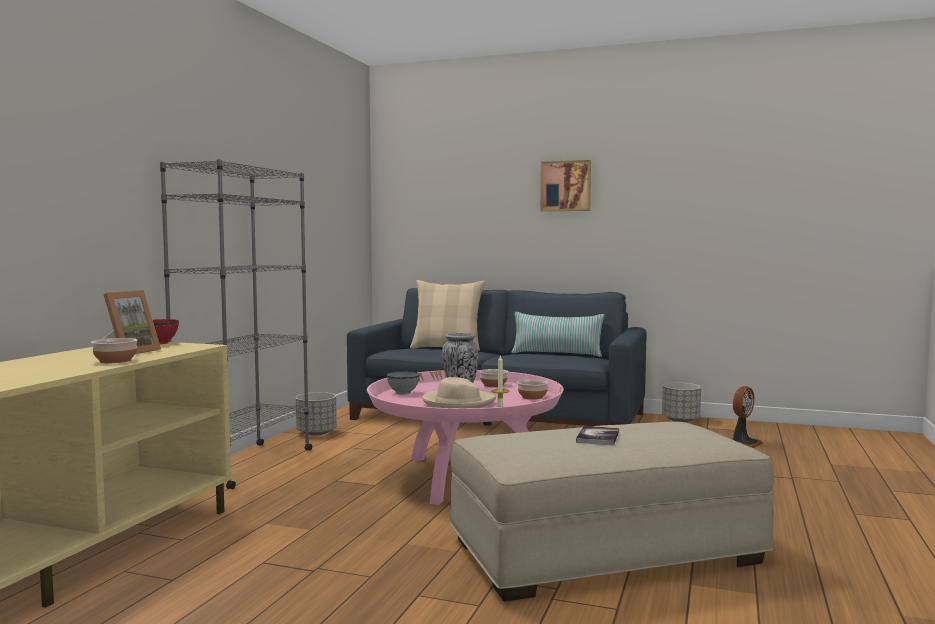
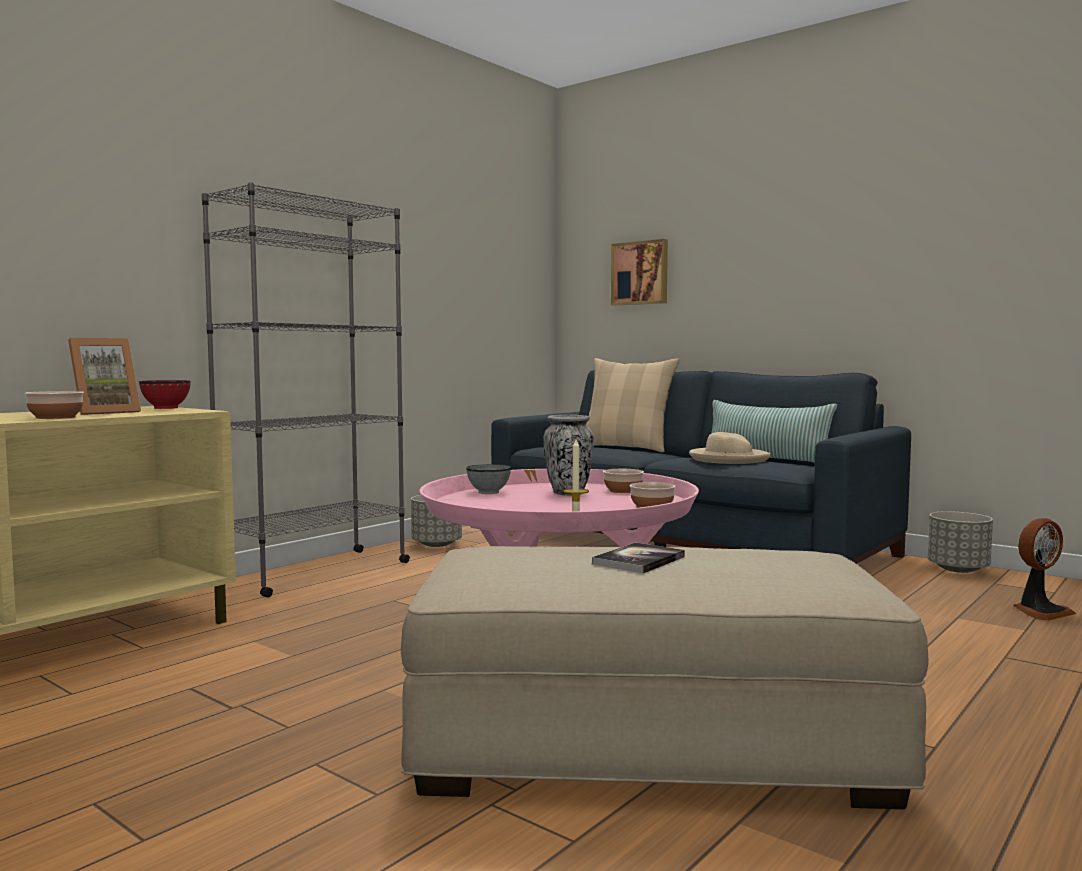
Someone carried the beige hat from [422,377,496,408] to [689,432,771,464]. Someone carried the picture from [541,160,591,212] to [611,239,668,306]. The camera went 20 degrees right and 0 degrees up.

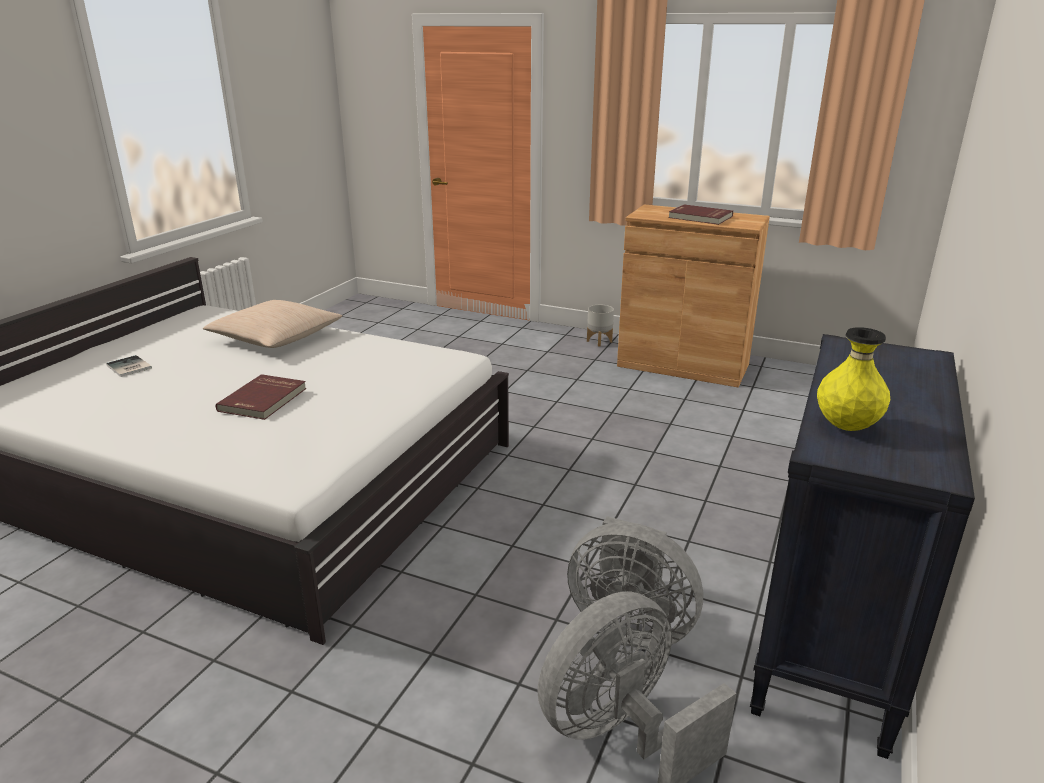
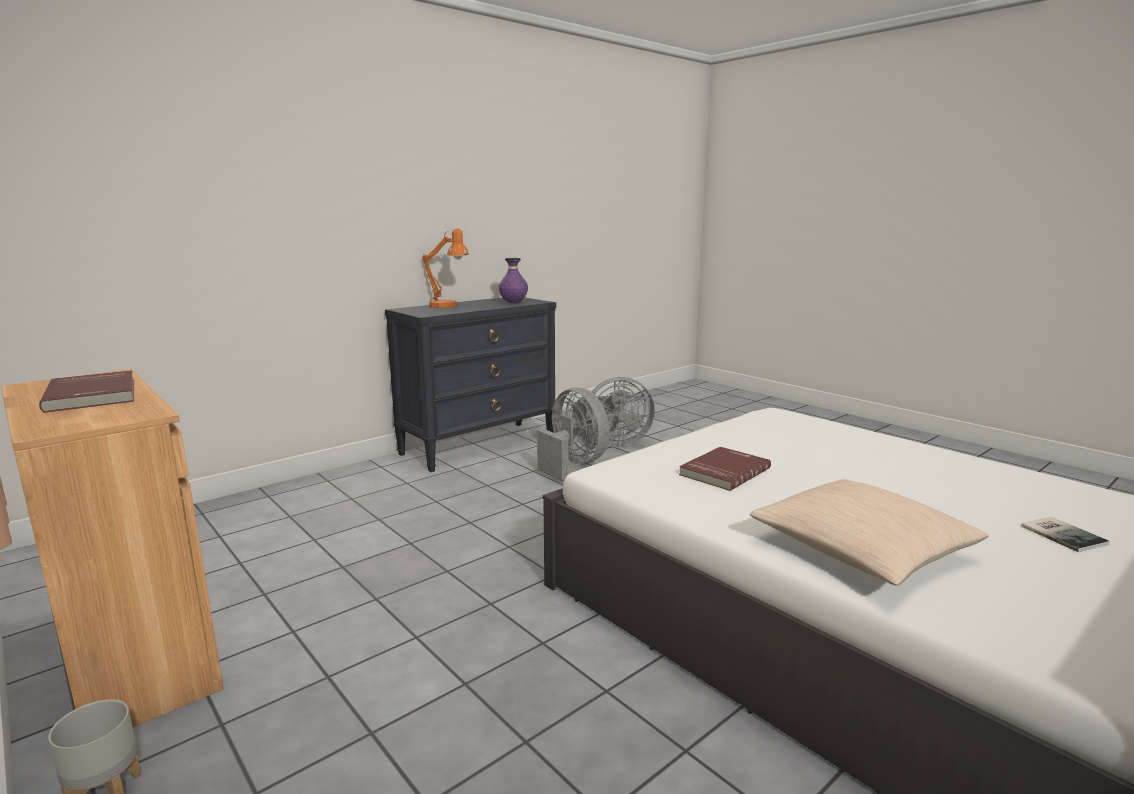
Someone put down the orange table lamp at [422,228,469,308]. Someone carried the red book from [216,374,306,420] to [679,447,771,491]. Someone repainted the yellow vase at [817,327,890,431], which became the purple vase at [499,258,528,304]. The camera went 155 degrees left and 10 degrees down.

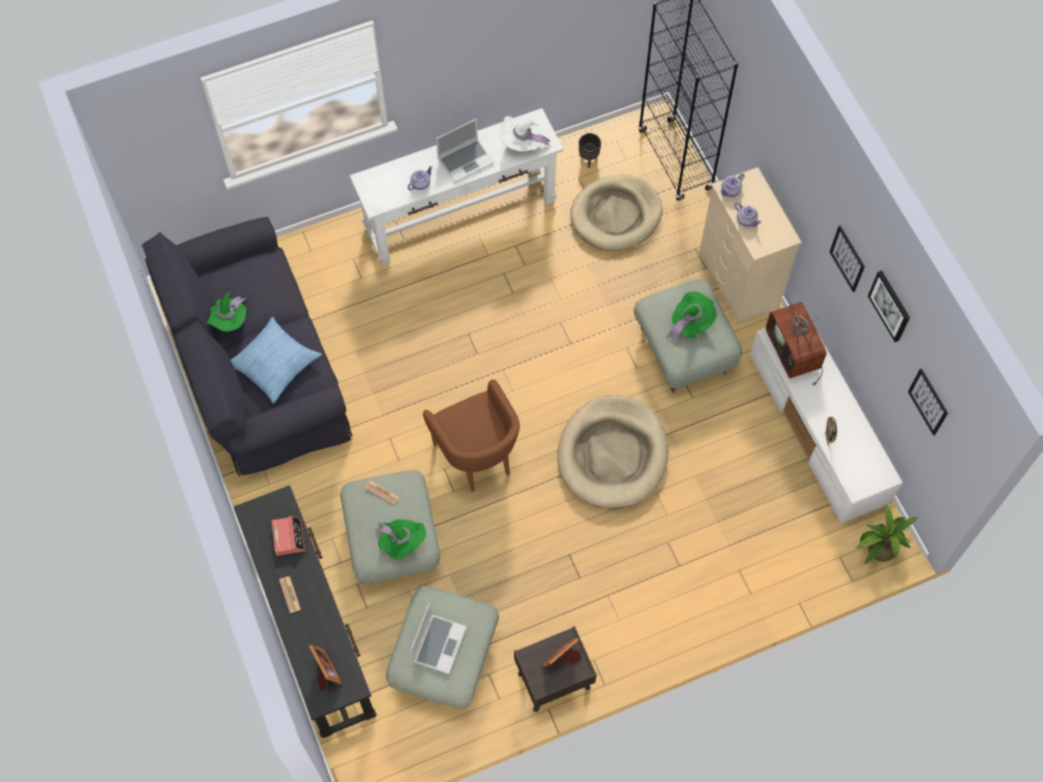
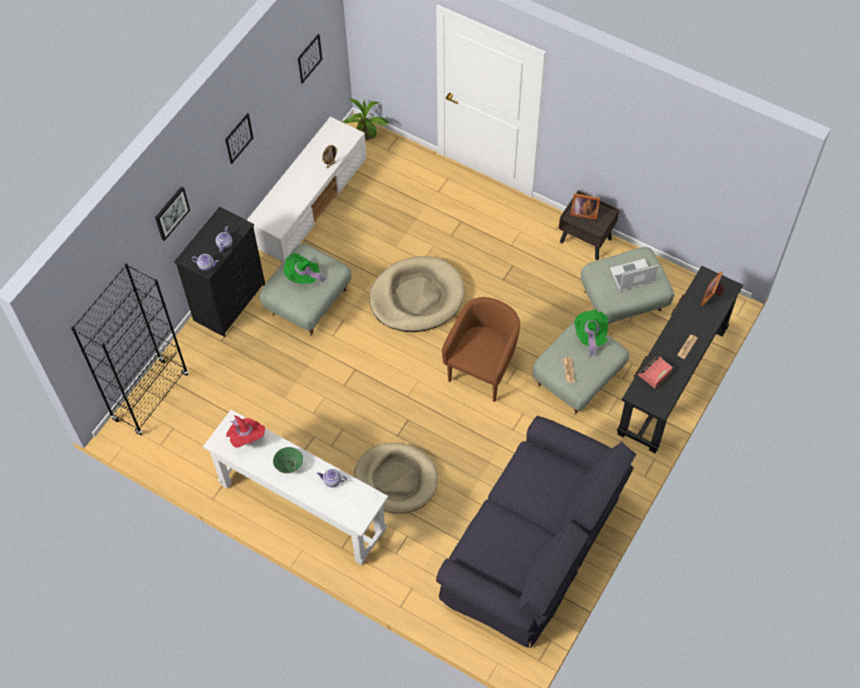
Someone took away the green hat at [207,292,247,332]. Someone took away the pillow at [230,316,322,404]. Someone took away the black planter at [579,133,601,168]. Someone took away the television at [766,296,827,386]. Someone carried the beige dog bed from [570,175,663,251] to [354,443,438,514]. Someone carried the picture from [868,270,910,342] to [155,186,190,241]. Someone swapped the laptop at [436,119,494,183] for the green bowl at [273,447,303,474]. Someone repainted the white hat at [501,116,551,152], which became the red hat at [226,415,265,448]. Someone repainted the beige dresser at [699,167,801,325], which became the black dresser at [174,207,265,337]. The camera went 125 degrees left and 5 degrees down.

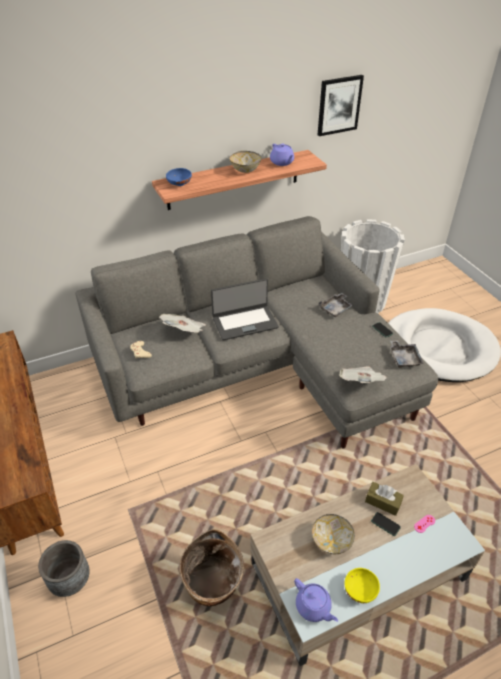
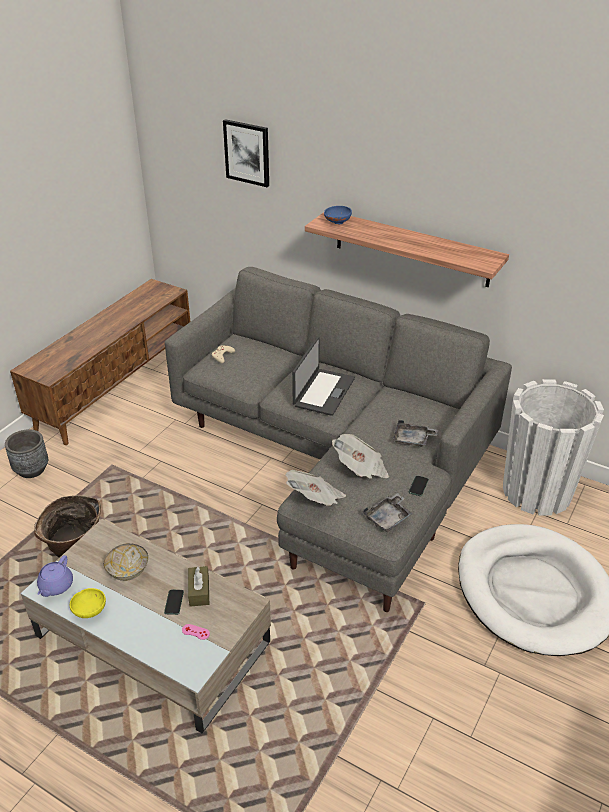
Someone took away the bowl at [229,151,262,173]. Someone took away the purple teapot at [270,143,294,166]. Someone carried the newspaper from [159,314,206,333] to [332,434,389,479]. Someone carried the picture from [318,75,364,136] to [223,119,269,187]. Someone rotated the laptop at [211,278,279,340] by 105 degrees counterclockwise. The camera went 55 degrees right and 5 degrees down.

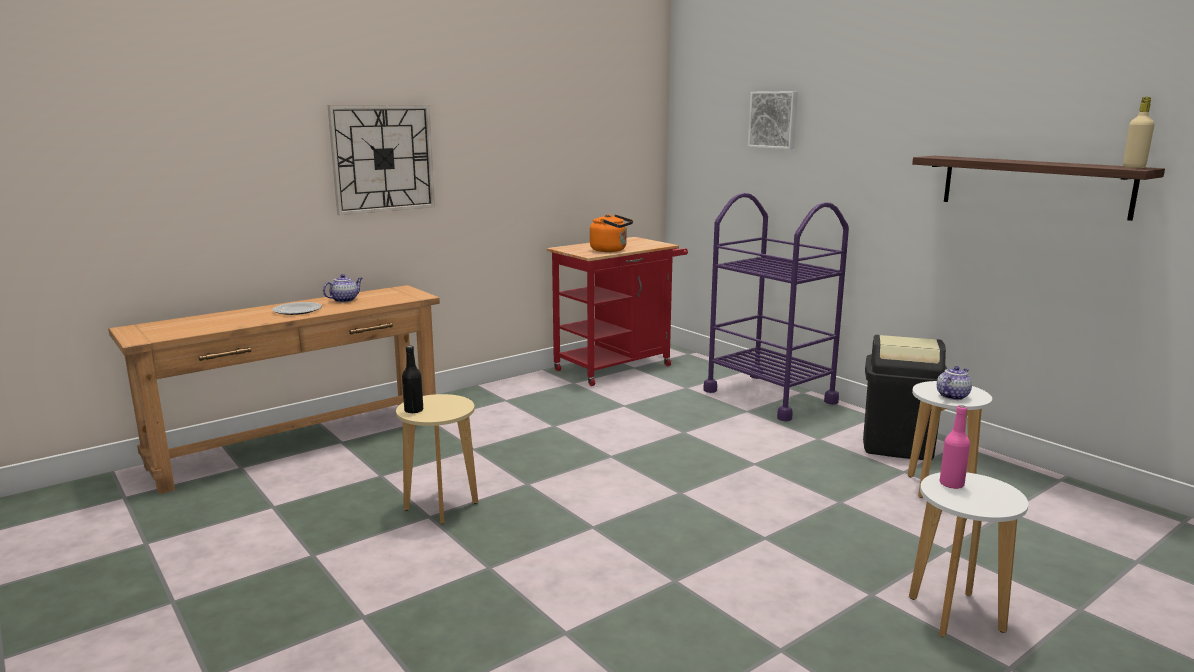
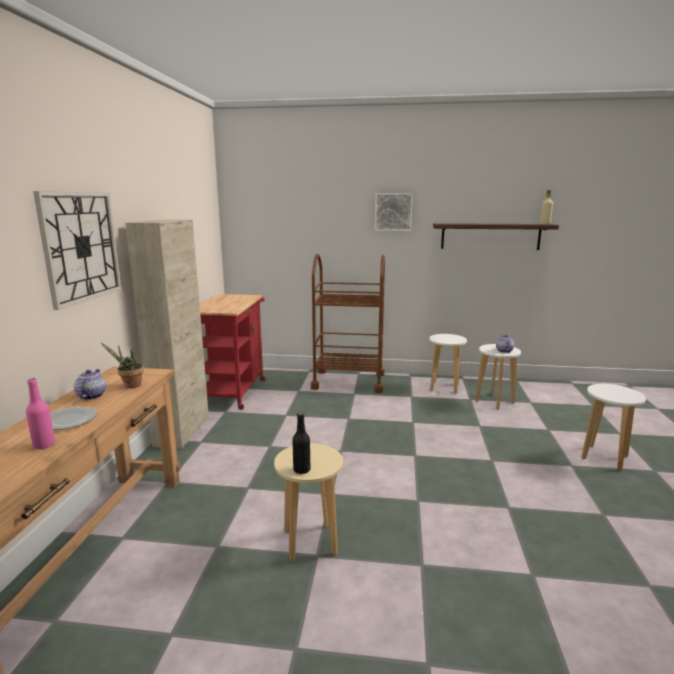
Someone took away the orange kettle at [590,214,633,252]. Someone put down the potted plant at [101,343,144,388]. Someone put down the beige cabinet at [125,220,209,449]. Someone carried the picture from [748,91,798,149] to [375,193,413,231]. Someone carried the pink bottle from [940,405,970,489] to [26,378,55,449]. Someone swapped the black trash can at [863,335,947,460] for the white stool at [429,334,467,393]. Someone repainted the purple cart at [703,193,849,422], which became the brown cart at [311,254,385,393]. The camera went 45 degrees left and 0 degrees up.

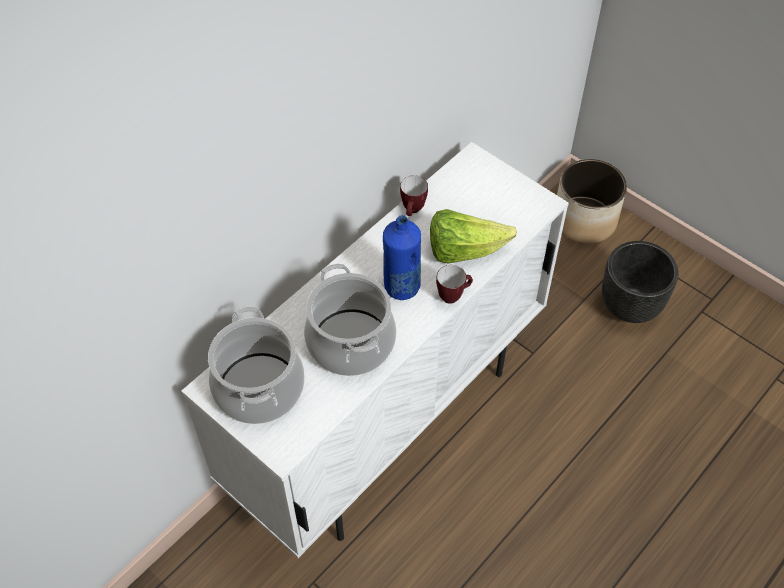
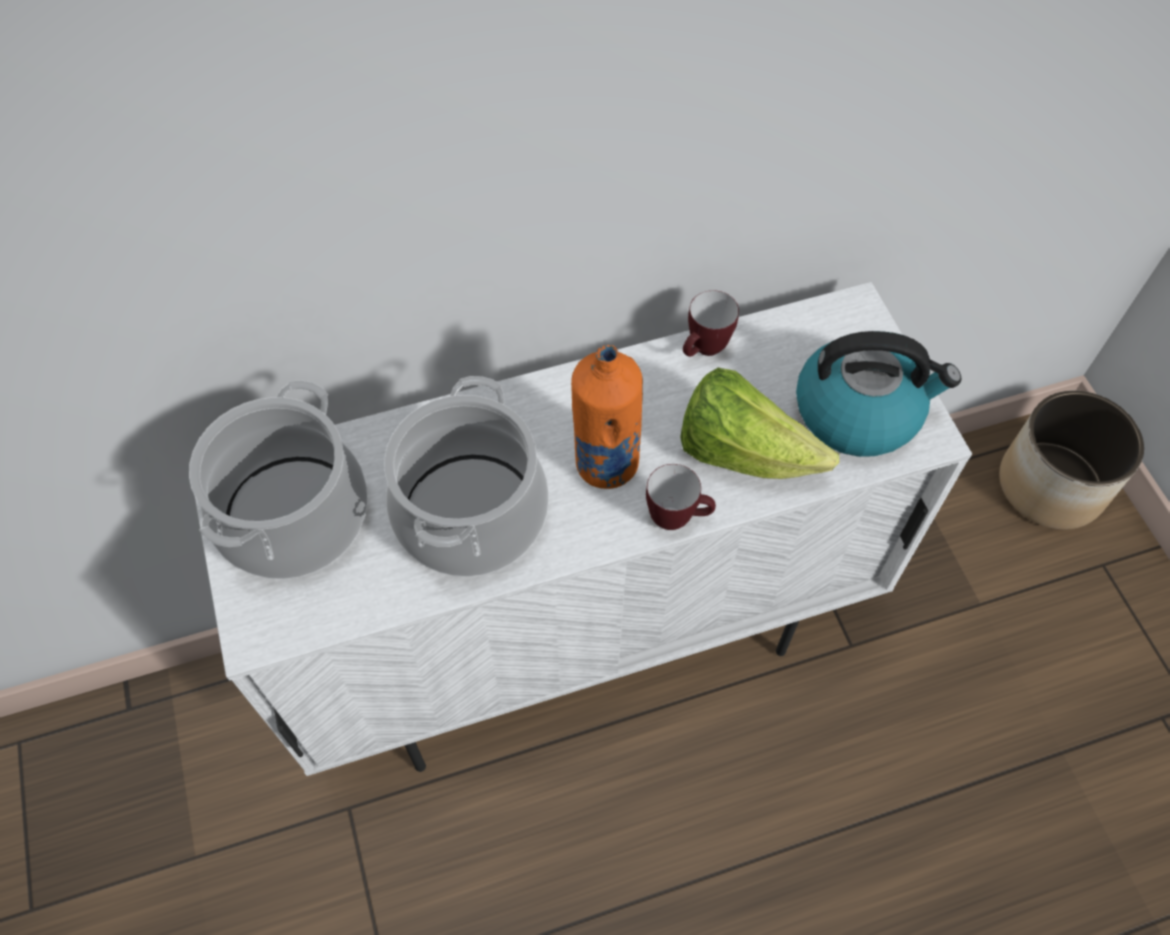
Someone took away the black planter at [602,241,679,323]. Someone put down the kettle at [796,331,961,457]. Someone repainted the blue bottle at [383,215,421,300], which became the orange bottle at [571,345,643,489]. The camera went 30 degrees right and 5 degrees up.

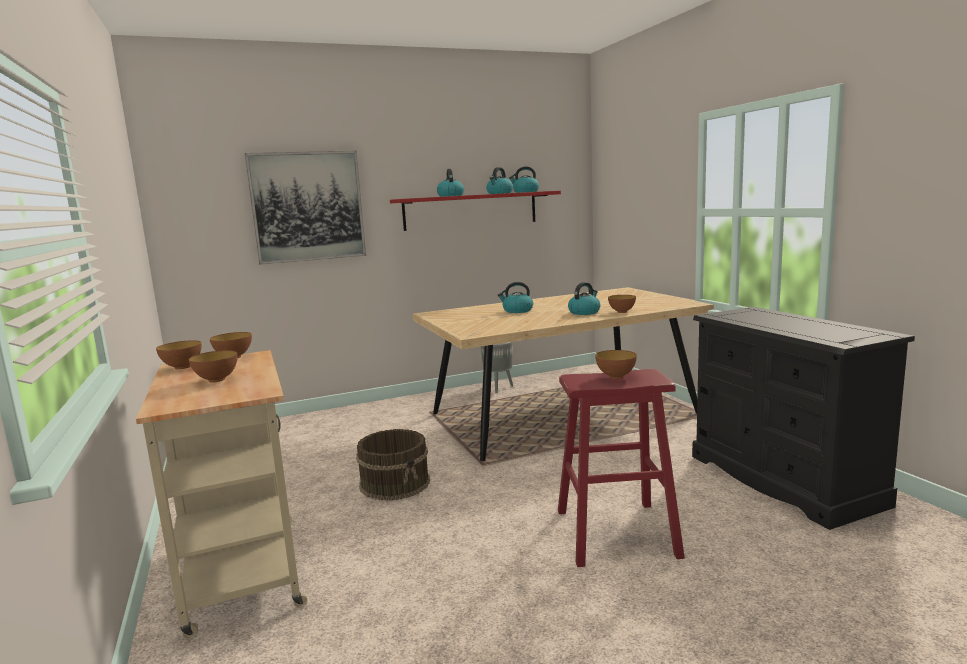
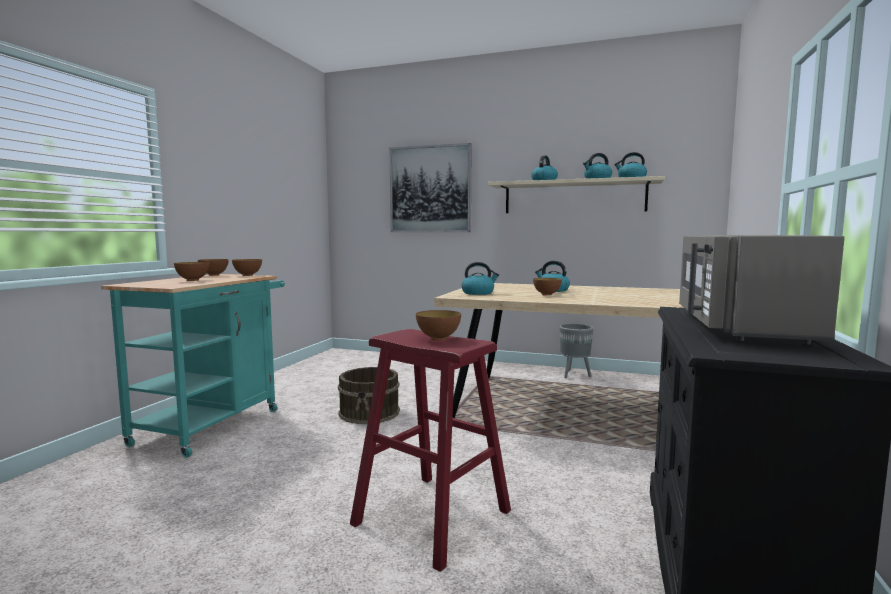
Someone put down the grey microwave at [679,235,845,345]. Someone carried the kettle from [568,282,600,315] to [461,262,499,295]. Someone carried the bowl from [608,295,636,313] to [533,278,562,296]. Someone repainted the beige cart at [136,350,307,639], which became the turquoise cart at [101,274,285,458]. Someone repainted the red shelf at [390,191,561,231], which became the beige shelf at [488,176,665,213]. The camera went 40 degrees right and 5 degrees down.

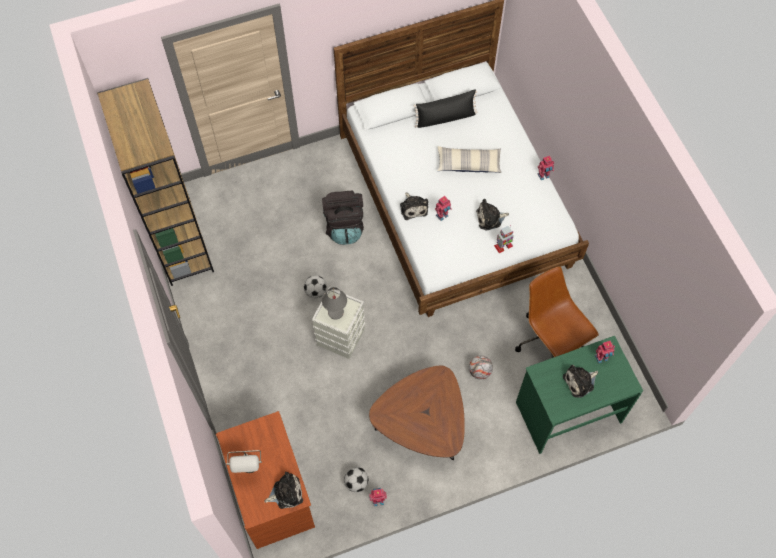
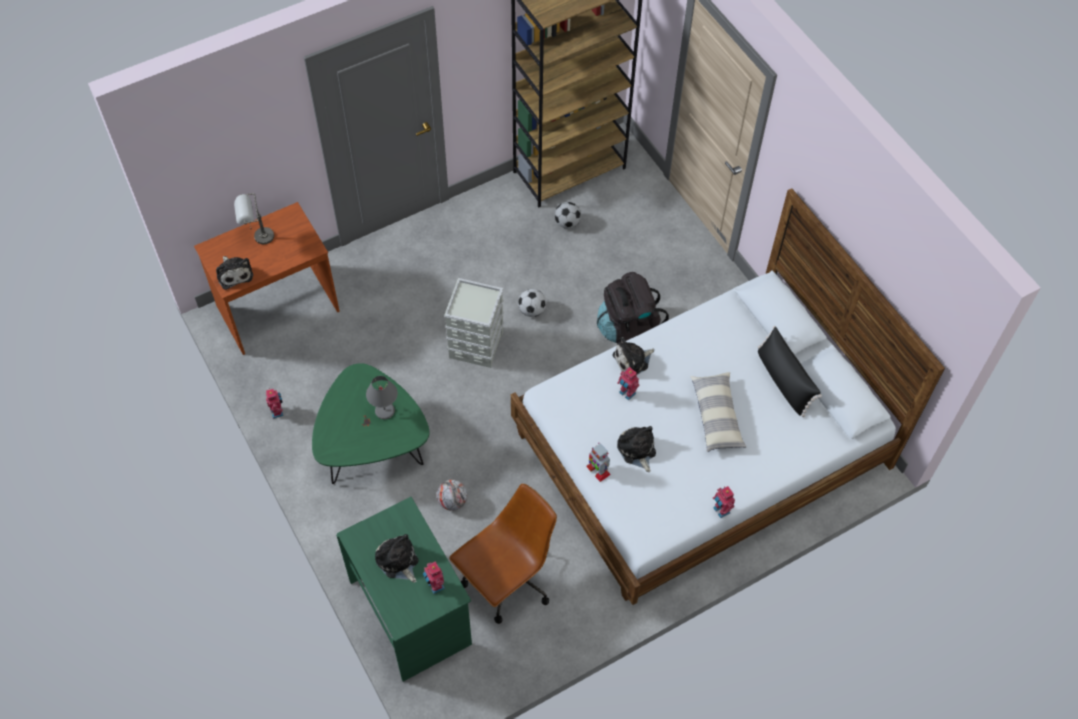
Someone carried the grey table lamp from [322,287,347,319] to [366,376,398,419]. Someone carried the football from [344,467,368,492] to [555,202,581,229]. Someone repainted the brown coffee table at [369,366,465,460], which became the green coffee table at [312,363,430,484]. The camera went 80 degrees right and 5 degrees down.

